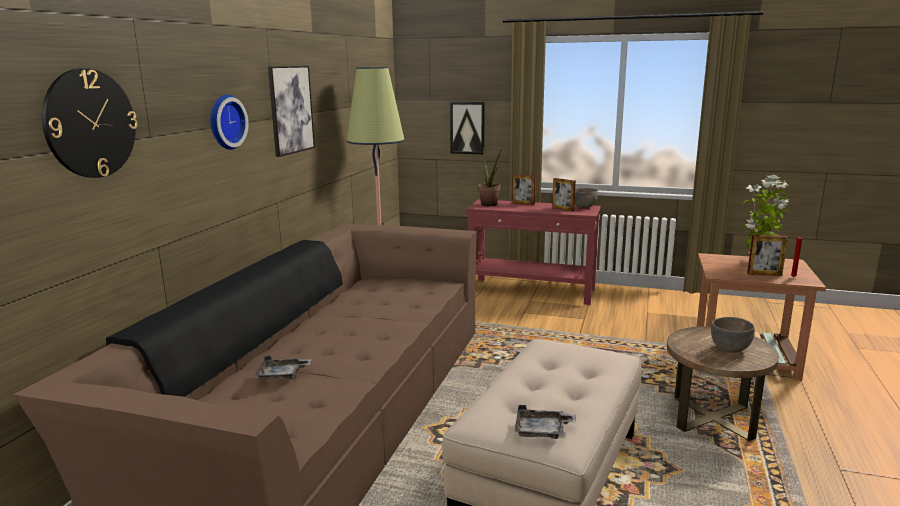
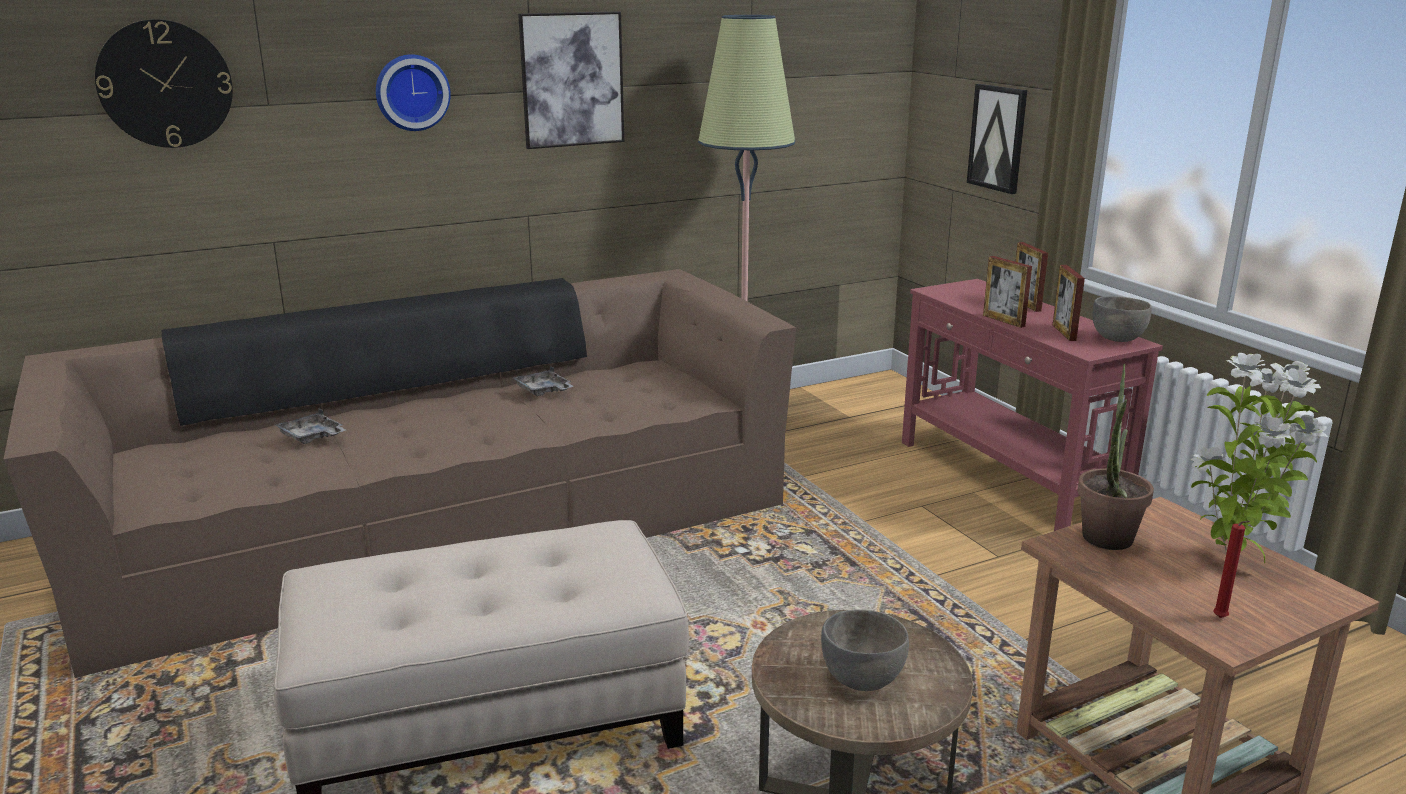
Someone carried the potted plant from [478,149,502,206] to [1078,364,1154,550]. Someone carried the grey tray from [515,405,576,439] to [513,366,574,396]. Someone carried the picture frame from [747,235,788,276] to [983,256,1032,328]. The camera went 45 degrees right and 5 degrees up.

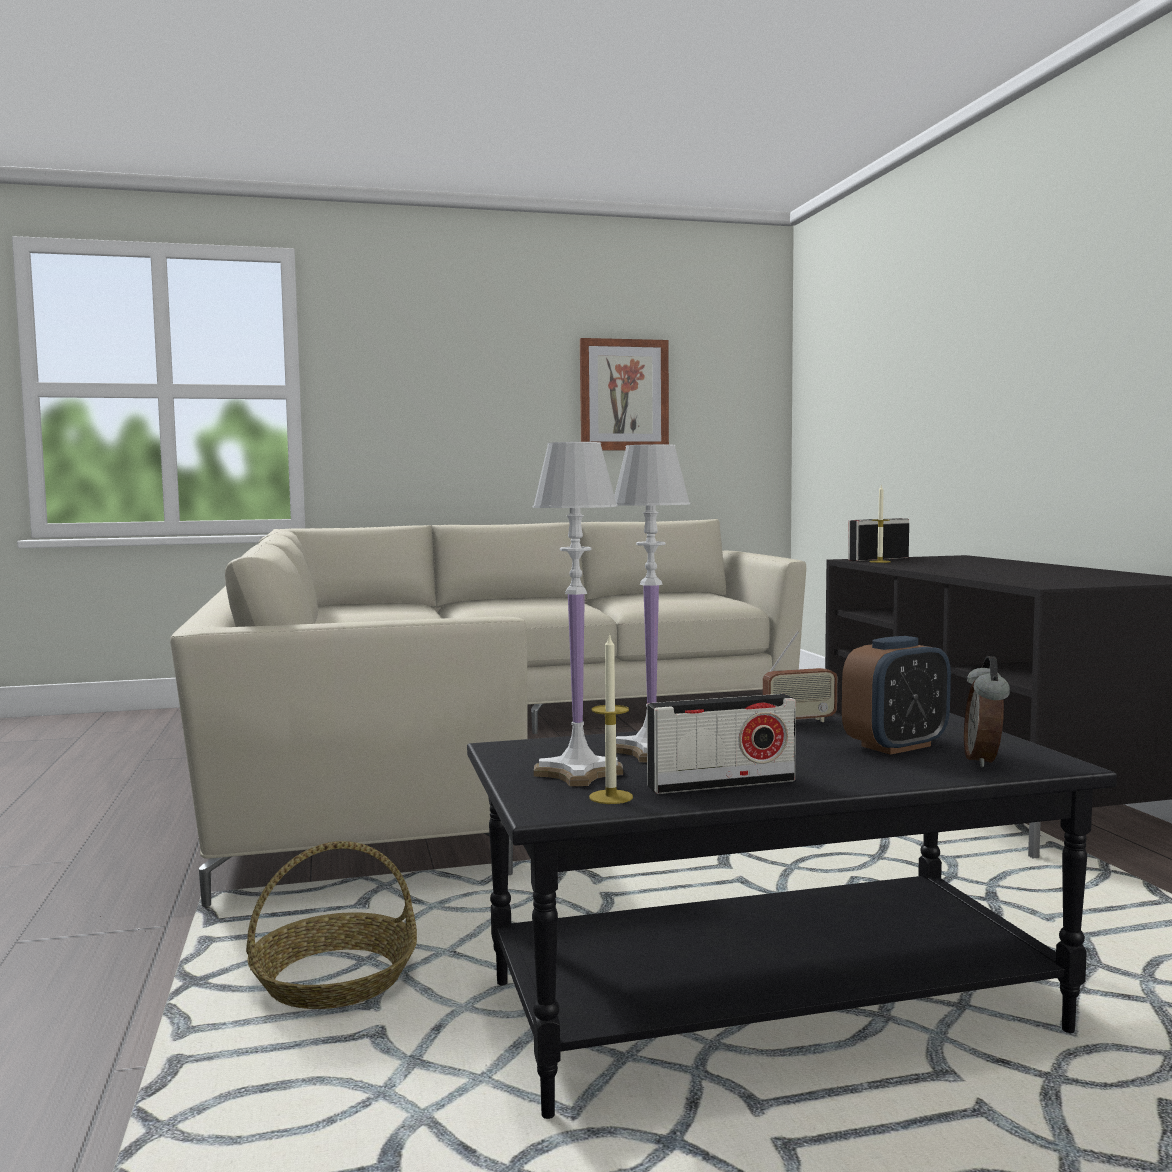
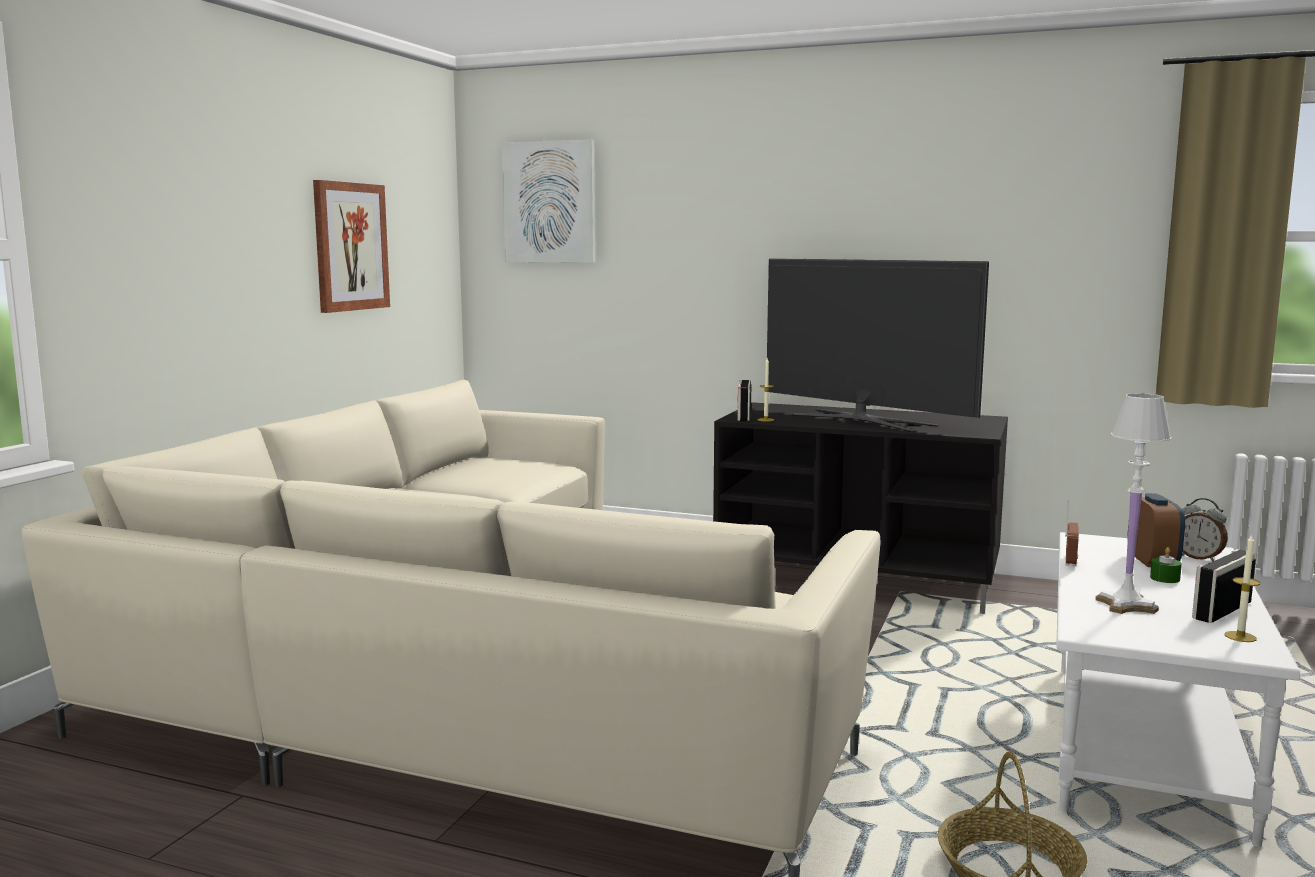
Someone took away the white table lamp at [532,442,623,786]. Someone put up the picture at [502,139,596,263]. Someone put down the television at [767,258,989,432]. Someone put down the green candle at [1150,547,1182,583]. Someone repainted the black coffee table at [467,713,1117,1119], which became the white coffee table at [1056,532,1300,847]. Someone rotated the radio at [647,694,796,794] by 150 degrees counterclockwise. The camera went 55 degrees left and 5 degrees up.

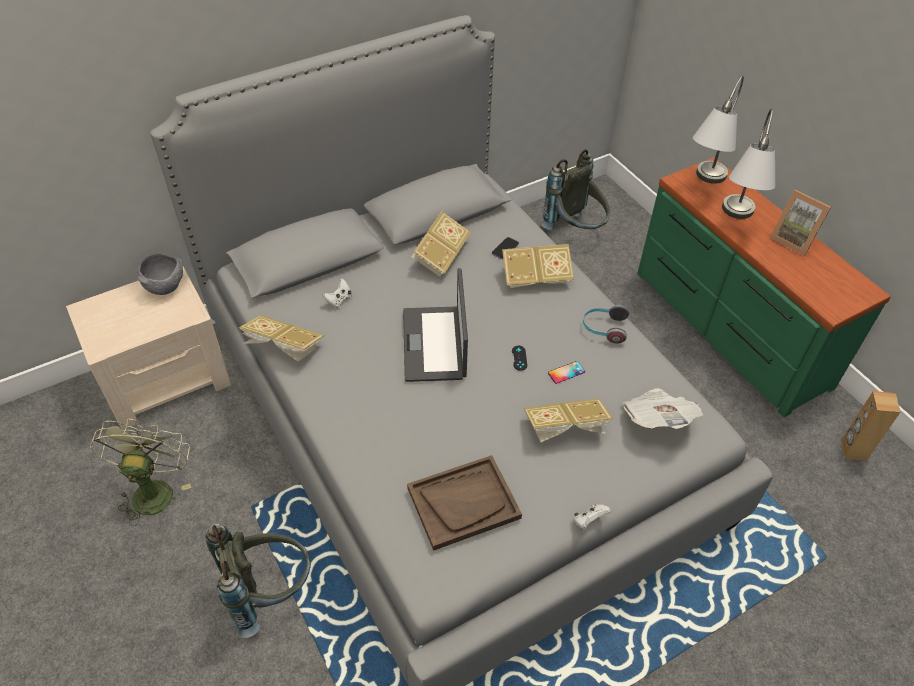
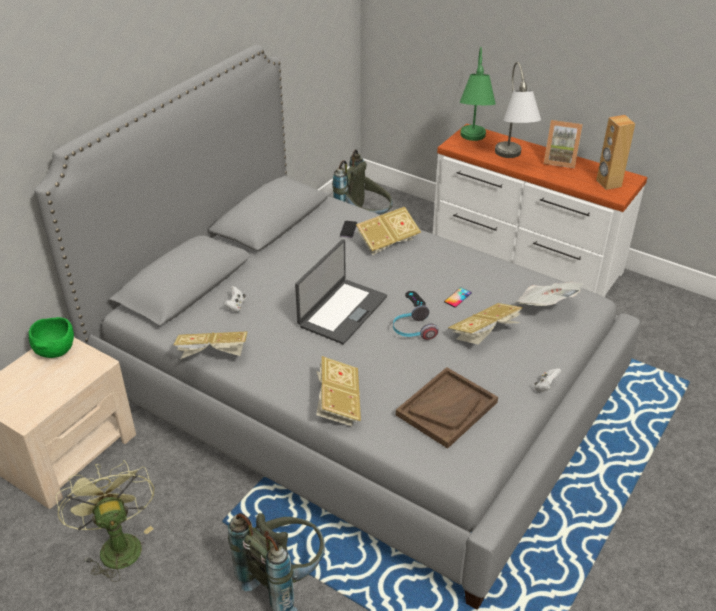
Someone carried the book from [411,211,471,277] to [316,356,361,426]. Someone carried the headphones from [583,305,629,344] to [393,305,439,340]. Someone carried the brown speaker from [841,391,900,461] to [596,115,635,190]. Someone repainted the grey bowl at [138,253,183,295], which became the green bowl at [29,317,74,358]. Someone repainted the green dresser at [637,157,891,417], which became the white dresser at [433,124,647,297]. Someone repainted the grey table lamp at [692,75,744,184], which became the green table lamp at [460,47,496,141]. Someone rotated the laptop at [403,268,468,382] by 120 degrees counterclockwise. The camera went 25 degrees left and 10 degrees down.

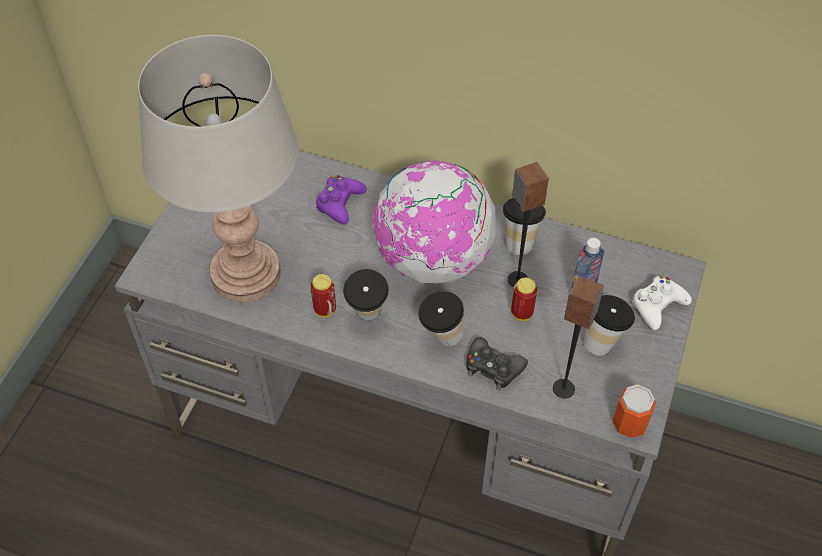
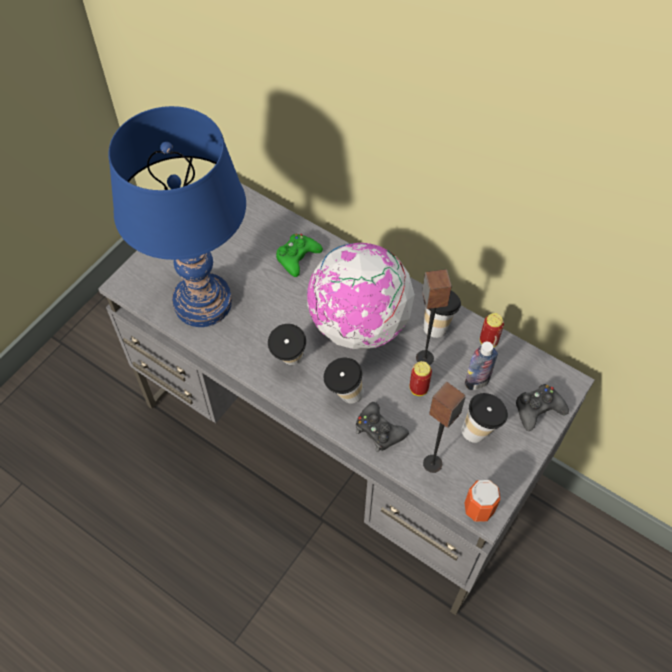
Someone carried the can from [311,274,336,317] to [480,313,504,348]. Someone repainted the grey table lamp at [138,35,298,303], which became the blue table lamp at [108,106,246,327]. Someone repainted the purple game controller at [316,175,367,224], which became the green game controller at [276,234,323,277]. Someone repainted the white game controller at [632,276,692,330], which became the black game controller at [516,384,569,431]. The camera went 15 degrees right and 5 degrees up.

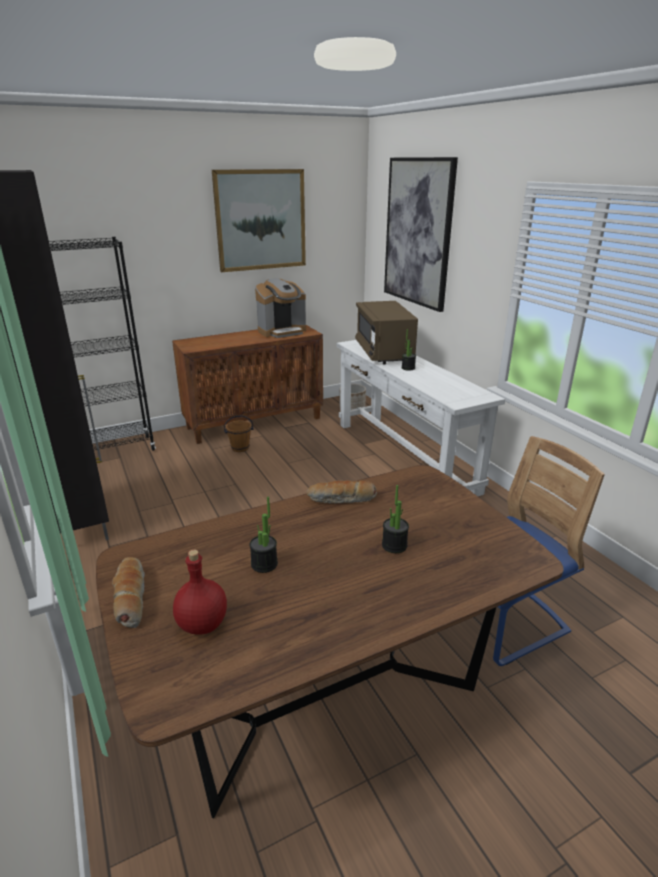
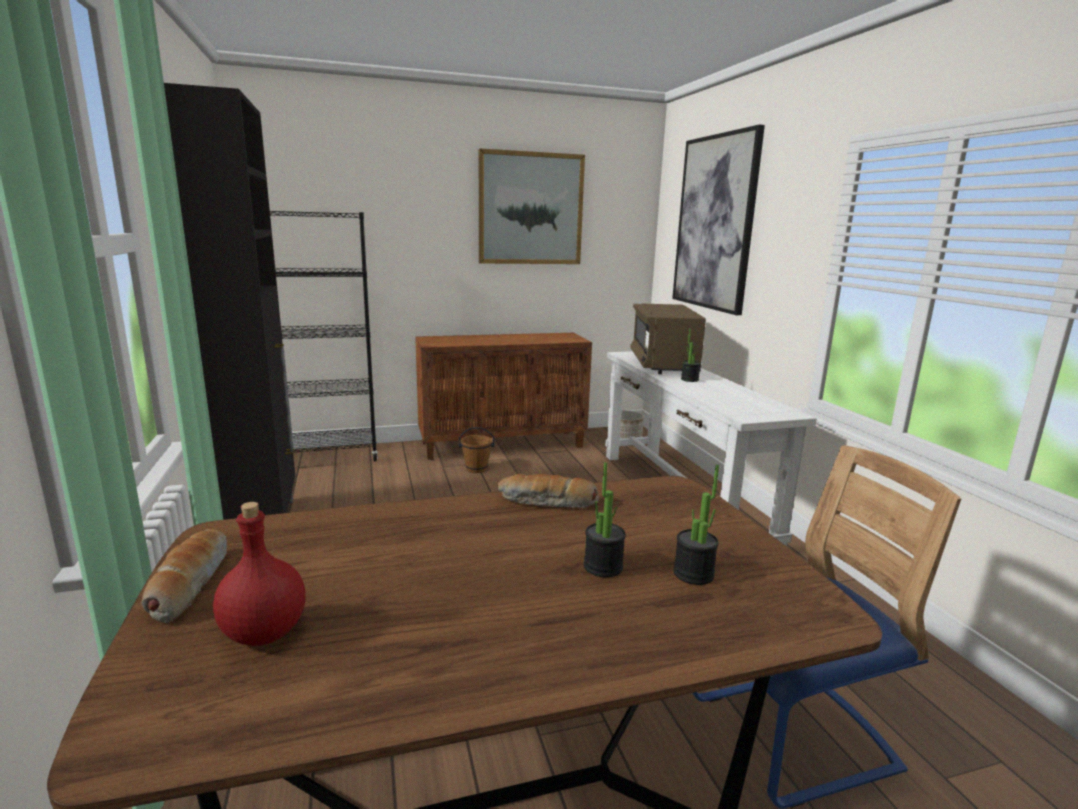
Someone took away the coffee machine at [255,278,306,338]. Someone carried the potted plant from [249,497,278,573] to [673,464,719,585]. The camera went 10 degrees right and 10 degrees down.

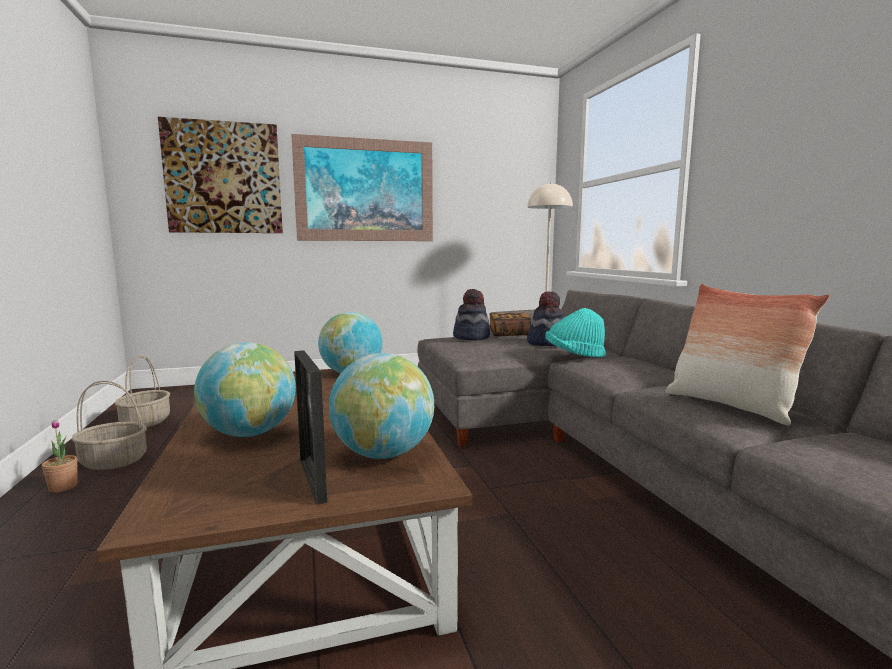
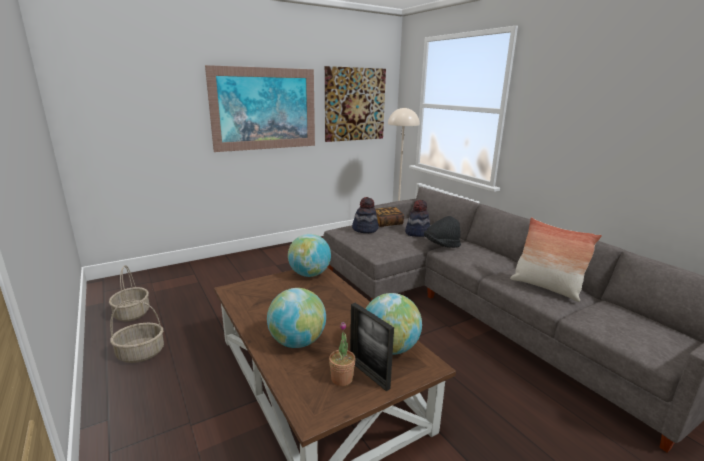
Someone carried the potted plant from [42,420,78,493] to [329,322,356,386]. Someone carried the picture from [158,117,283,233] to [325,66,386,142]. Someone repainted the turquoise hat at [545,308,606,358], which became the black hat at [424,216,461,248]. The camera went 15 degrees left and 10 degrees up.

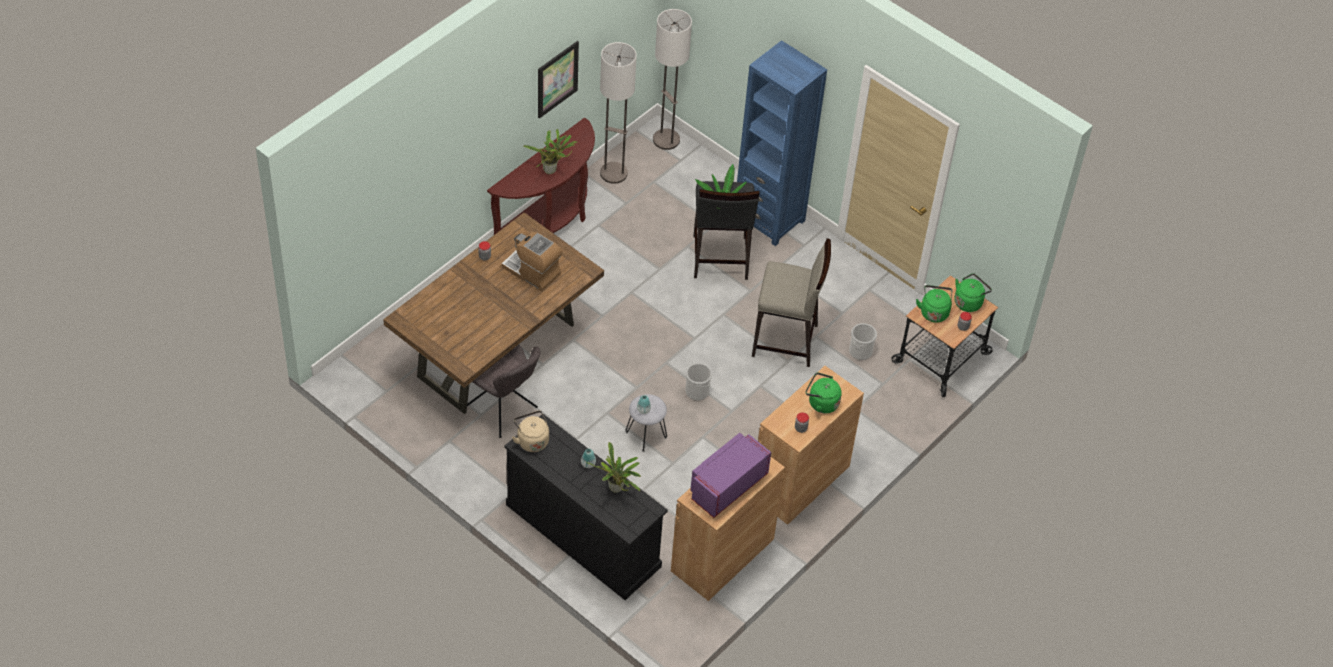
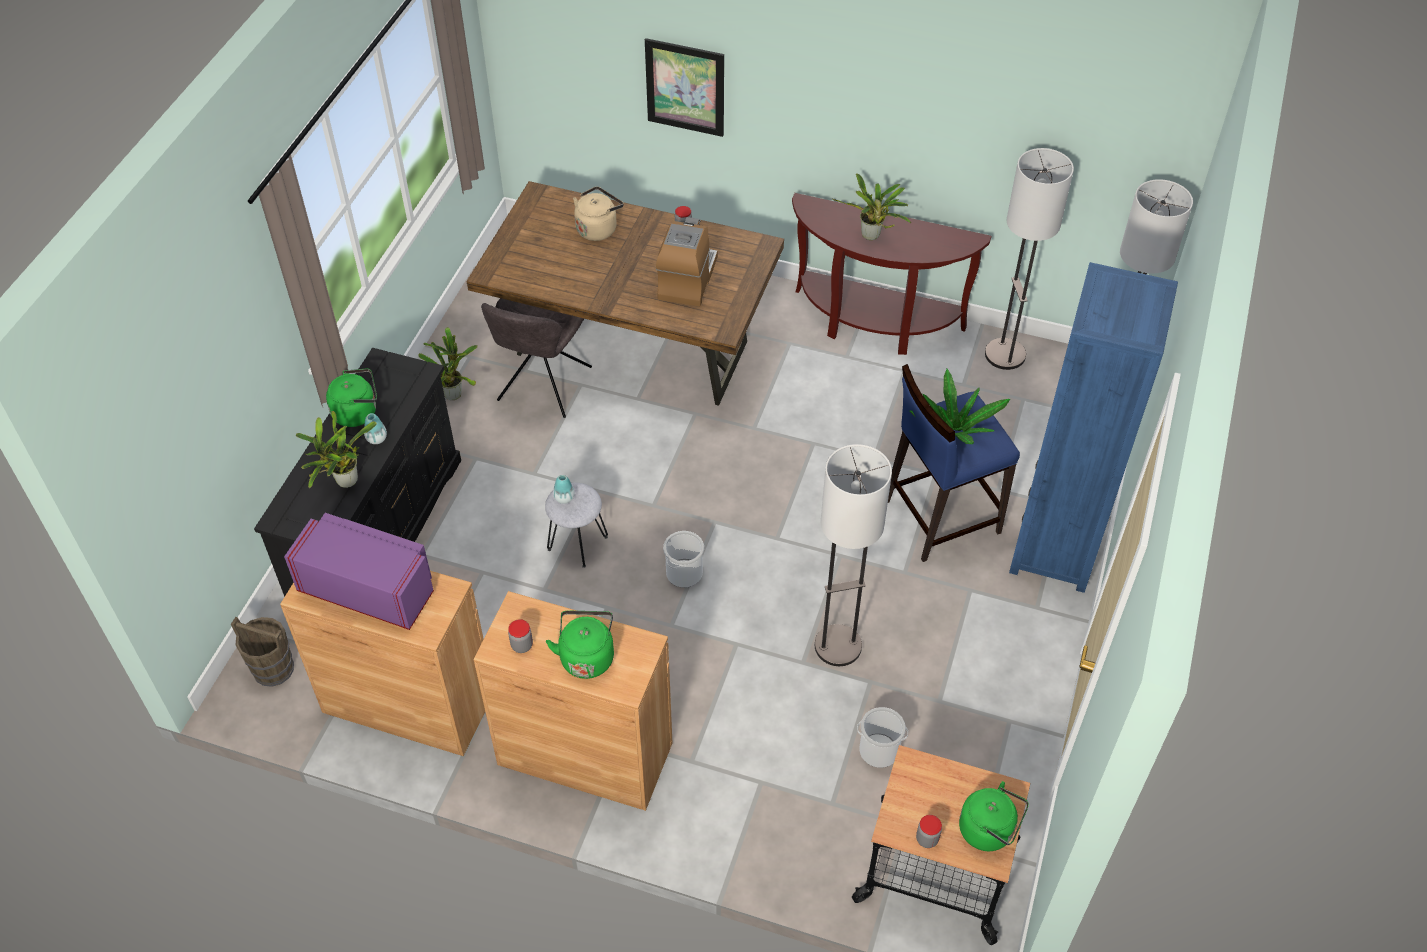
Someone put down the brown bucket at [231,617,294,687]. Someone put down the potted plant at [418,327,477,400]. Someone carried the beige kettle from [512,410,549,452] to [573,187,624,241]. Someone carried the picture from [538,41,579,119] to [645,38,724,137]. Someone carried the green kettle from [916,285,952,323] to [326,368,377,427]. Someone swapped the beige stool at [752,238,831,367] for the floor lamp at [815,444,892,666]. Someone repainted the black stool at [694,181,760,280], which became the blue stool at [888,364,1020,562]. The camera went 70 degrees right and 0 degrees up.

